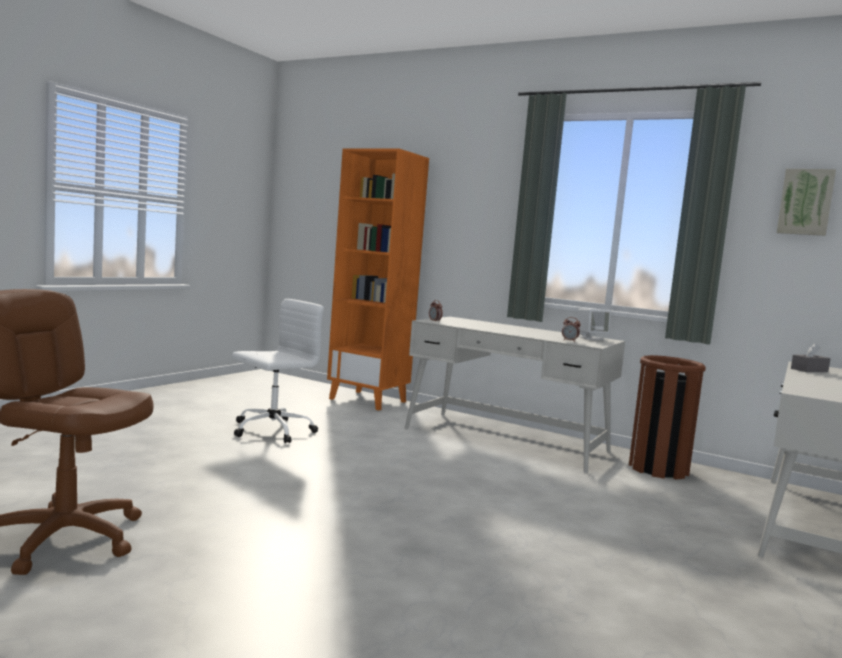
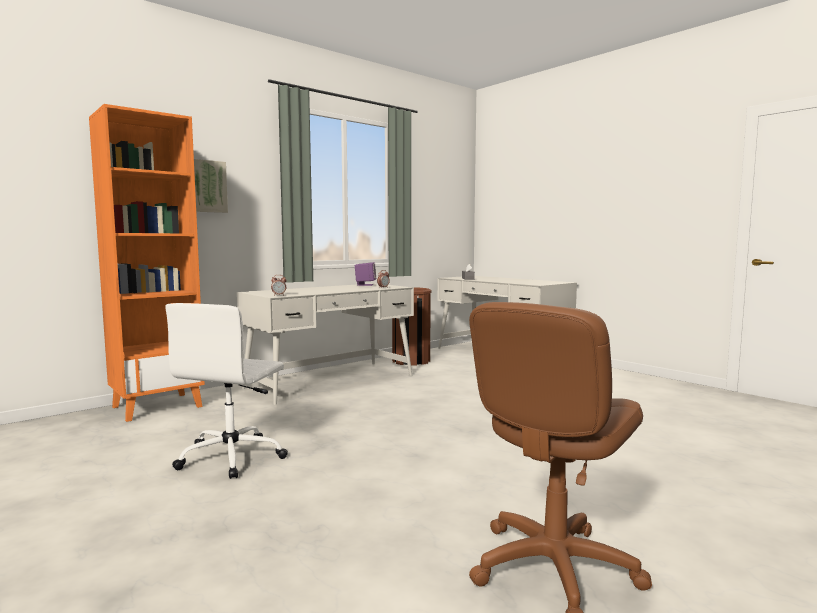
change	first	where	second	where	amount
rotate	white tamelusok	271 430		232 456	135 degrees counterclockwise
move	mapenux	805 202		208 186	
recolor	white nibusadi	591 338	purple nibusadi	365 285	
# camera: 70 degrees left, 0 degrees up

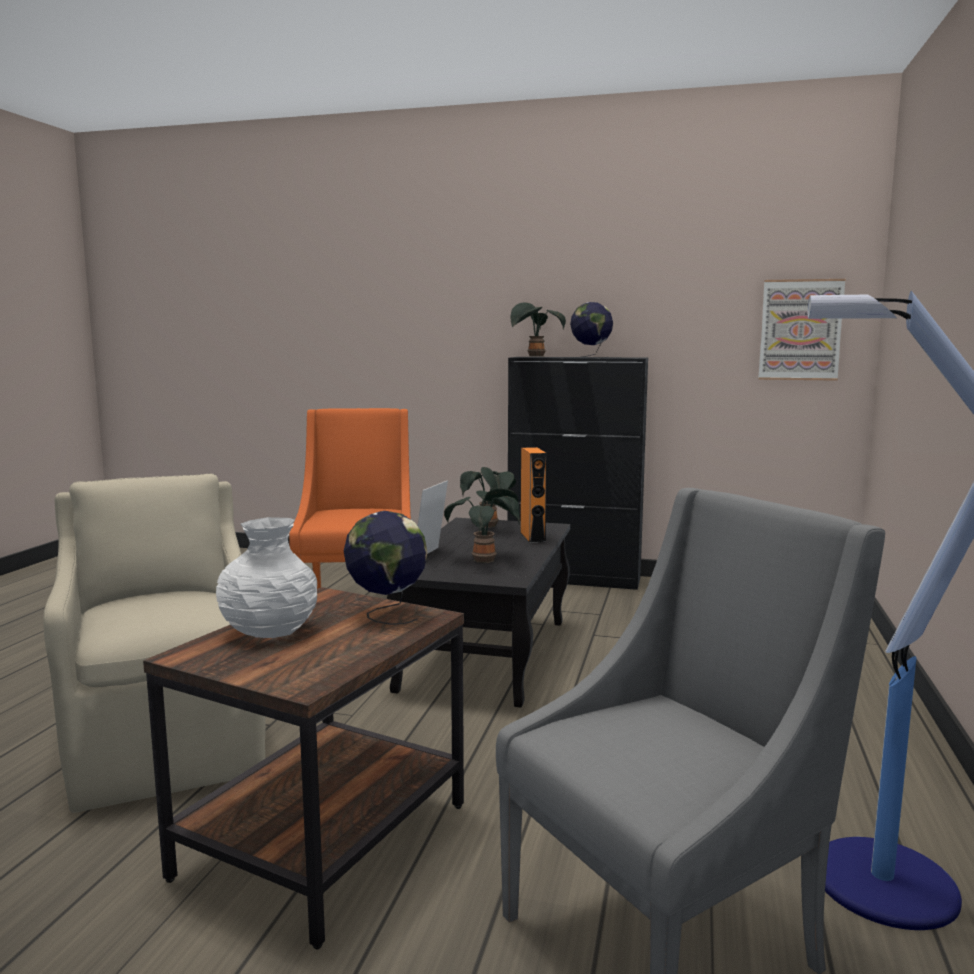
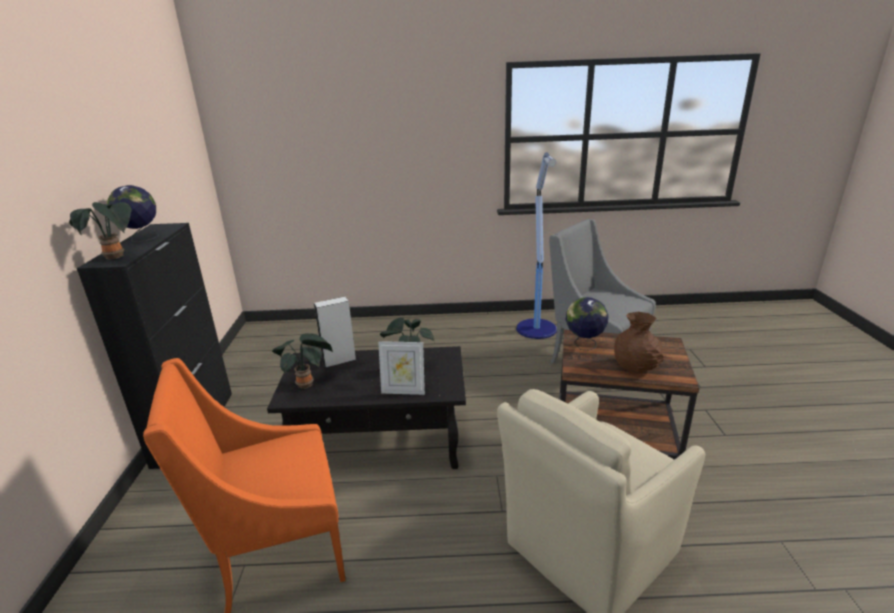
change	first	where	second	where	amount
recolor	orange nibusadi	532 537	grey nibusadi	339 361	
recolor	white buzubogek	268 631	brown buzubogek	635 368	
delete	mapenux	800 330			
# camera: 105 degrees left, 15 degrees up

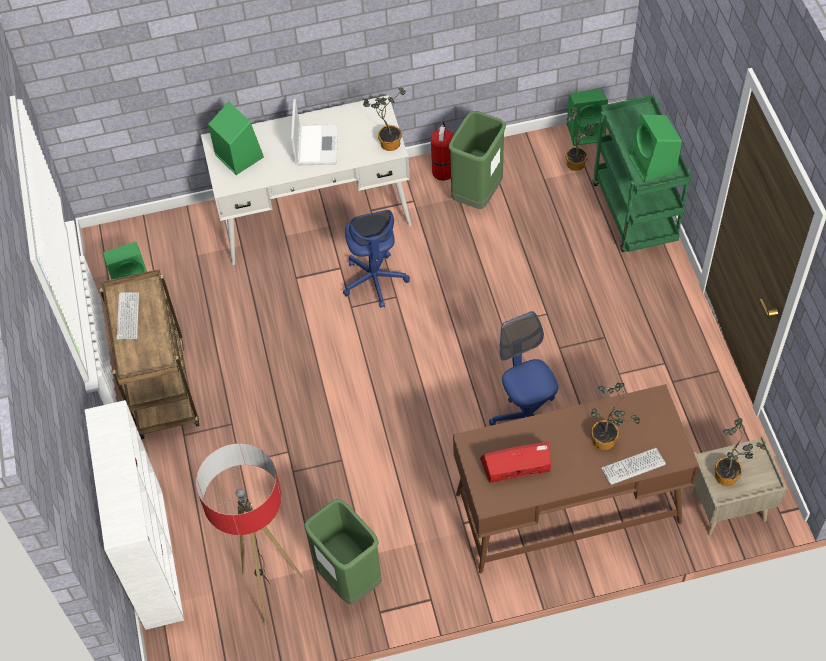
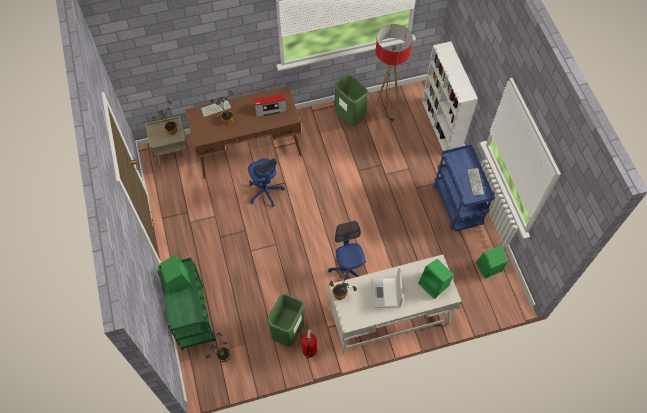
change	first	where	second	where	amount
recolor	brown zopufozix	160 388	blue zopufozix	457 206	
delete	green nibusadi	587 131			
# camera: 175 degrees right, 5 degrees up

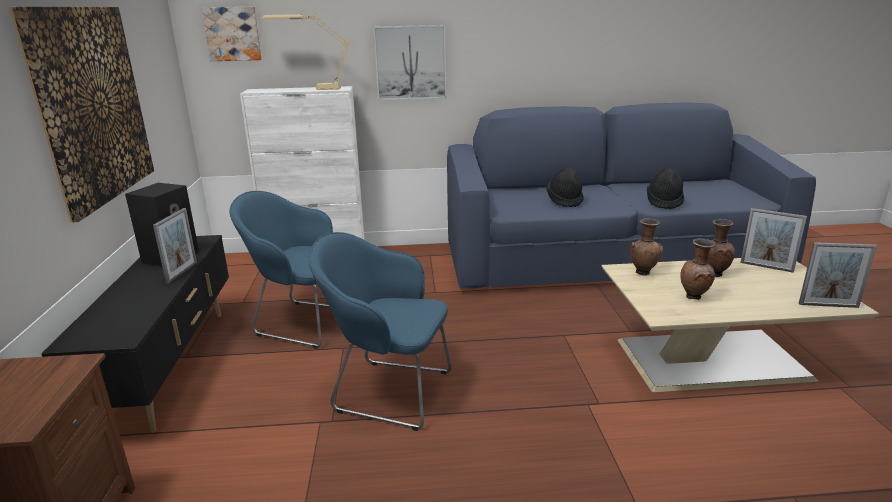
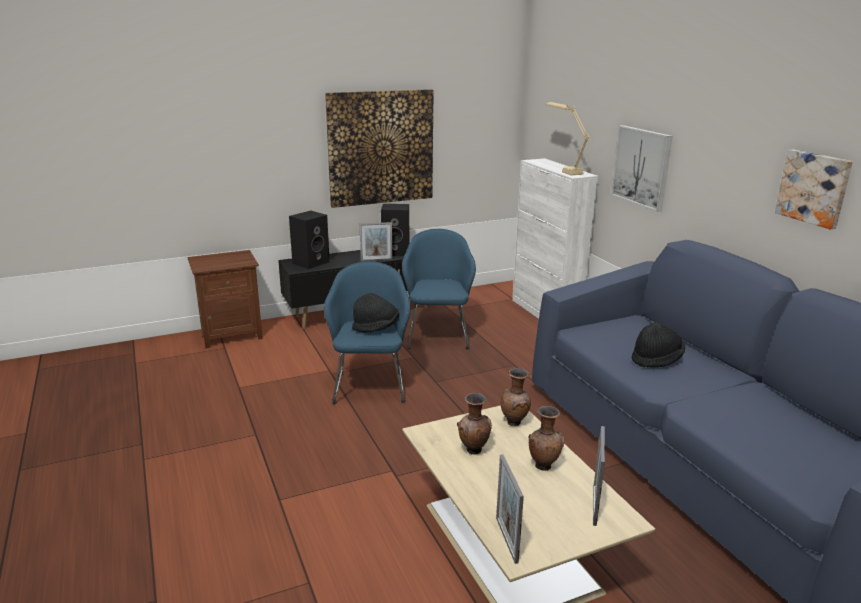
change	first	where	second	where	amount
insert			black nibusadi	311 262	
move	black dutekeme	664 202		376 328	
move	mapenux	233 34		814 188	
# camera: 70 degrees right, 0 degrees up

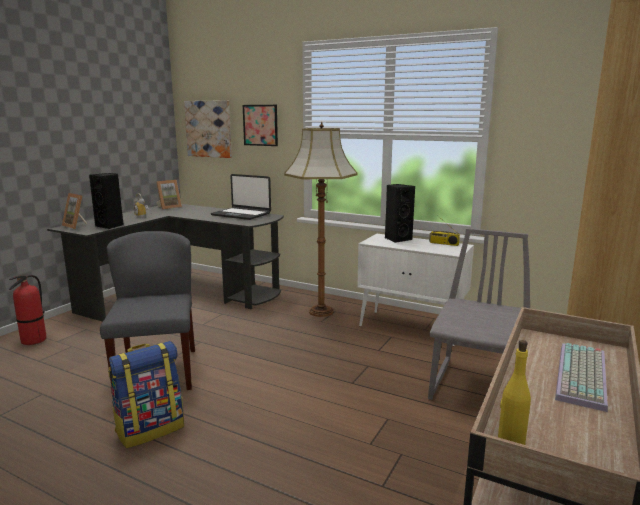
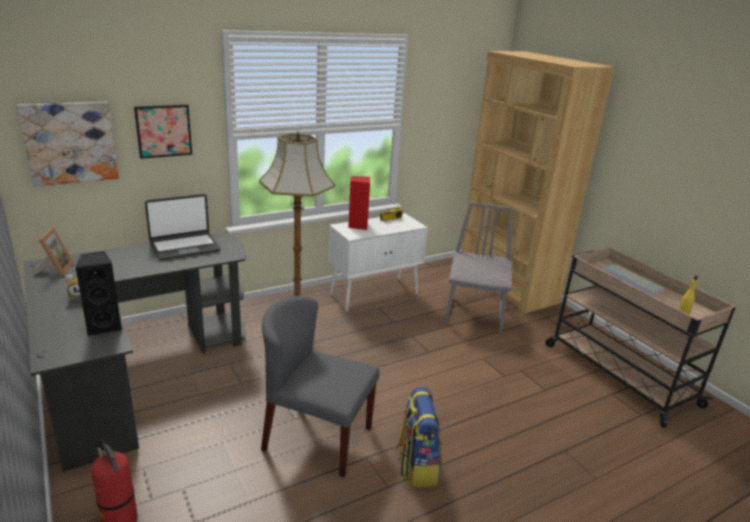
change	first	where	second	where	amount
recolor	black nibusadi	397 239	red nibusadi	358 225	
rotate	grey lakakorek	478 388		475 314	45 degrees clockwise
delete	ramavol	77 226			
# camera: 60 degrees left, 10 degrees up

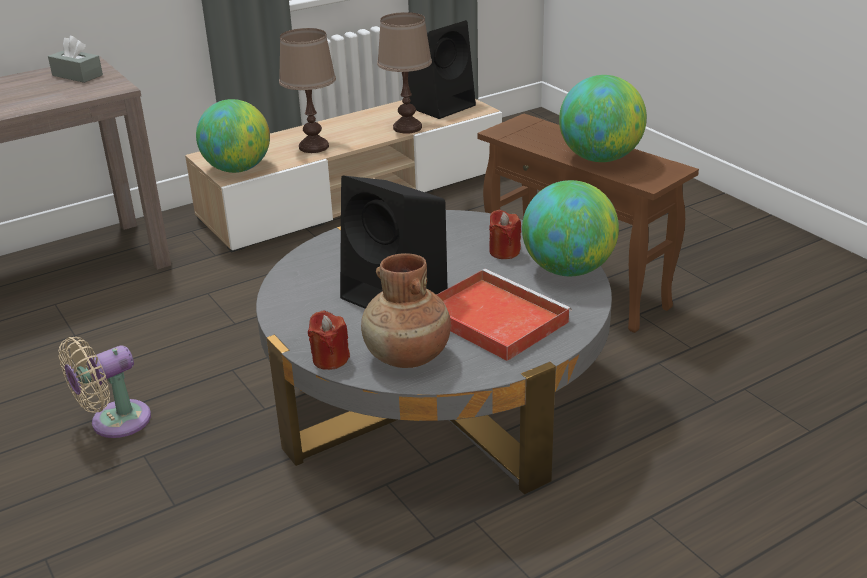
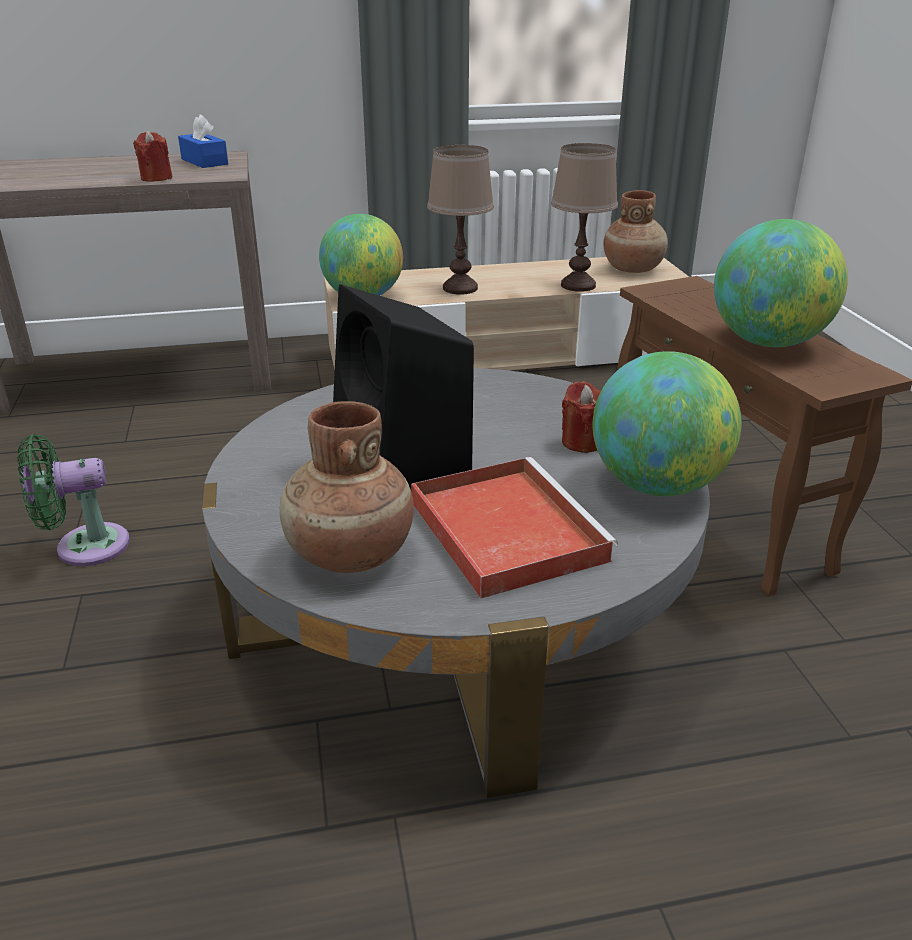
change	first	where	second	where	amount
recolor	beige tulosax	115 422	green tulosax	85 547	
move	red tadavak	330 359		156 178	
recolor	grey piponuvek	77 75	blue piponuvek	204 161	
replace	black nibusadi	441 105	brown buzubogek	632 269	
# camera: 20 degrees right, 0 degrees up

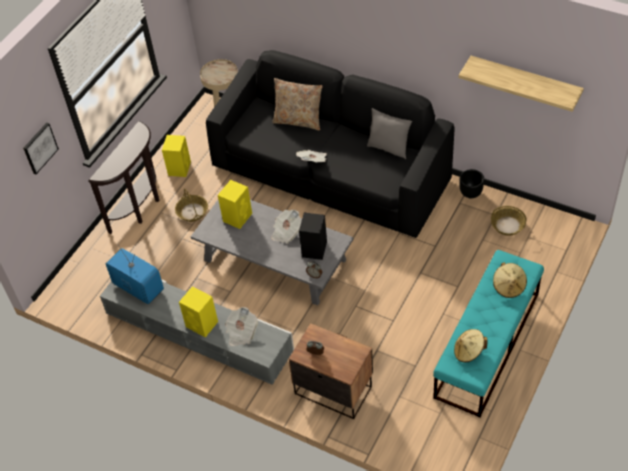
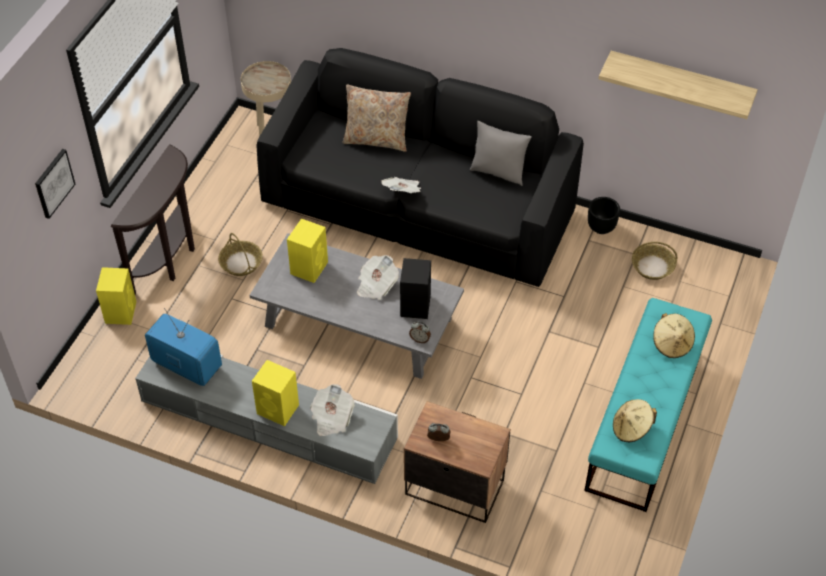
change	first	where	second	where	amount
move	yellow nibusadi	179 168		121 311	
# camera: 10 degrees left, 0 degrees up

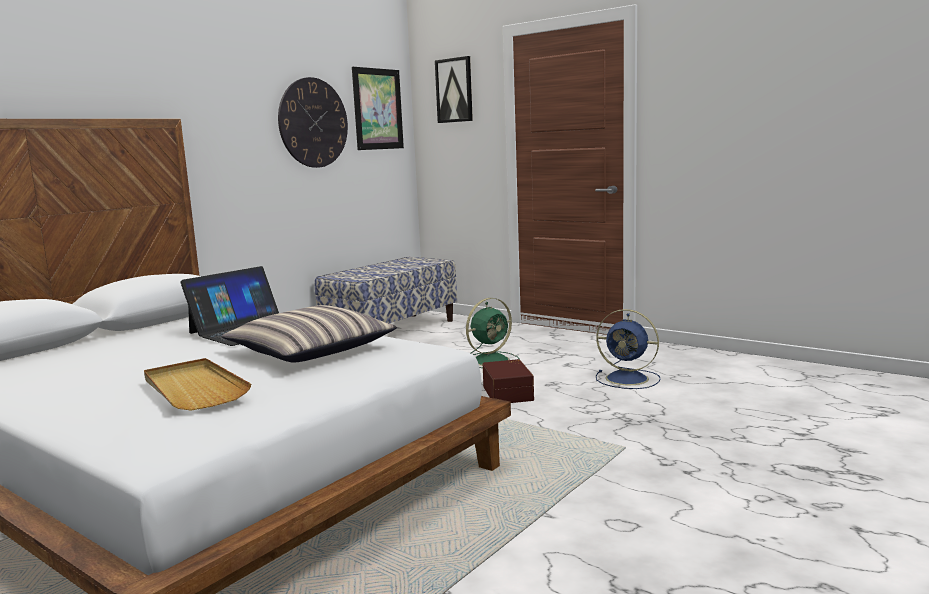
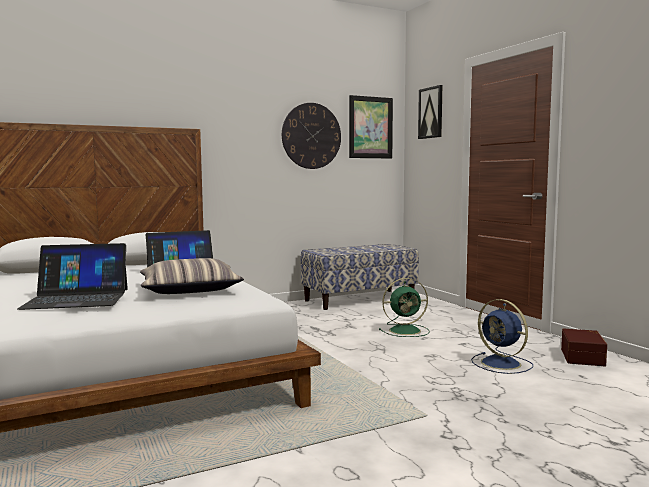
change	first	where	second	where	amount
replace	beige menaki	193 388	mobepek	77 298	
move	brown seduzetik	509 393		584 357	
# camera: 25 degrees right, 5 degrees down

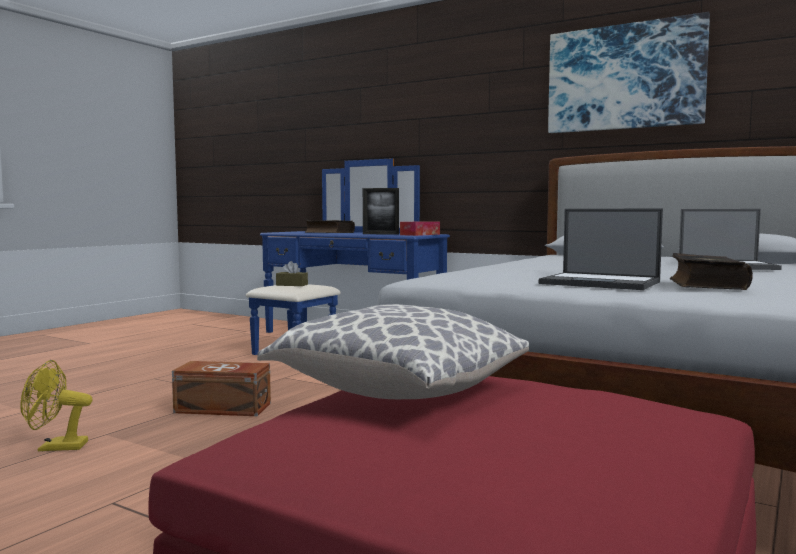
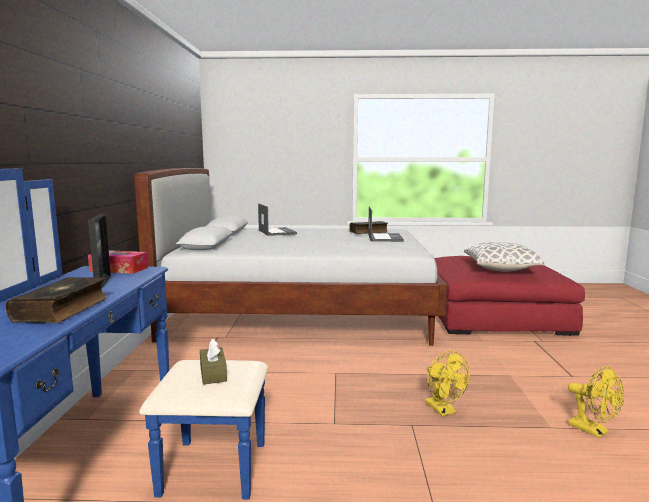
change	first	where	second	where	amount
replace	brown seduzetik	223 408	yellow tulosax	443 410	
delete	mapenux	624 77			
# camera: 120 degrees left, 5 degrees up

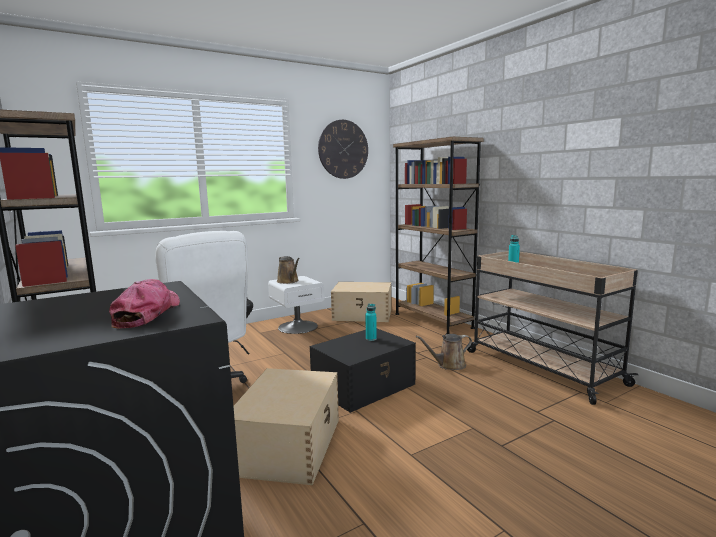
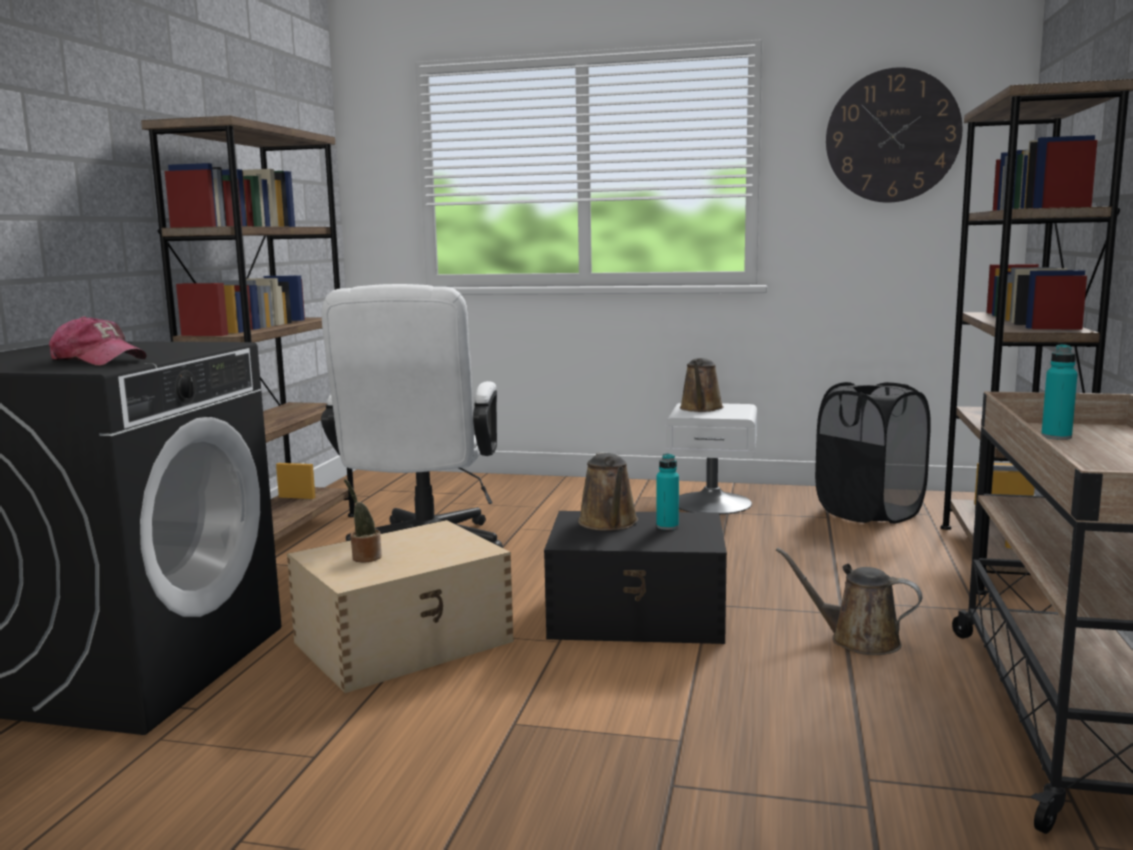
change	first	where	second	where	amount
rotate	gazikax	147 313		98 360	75 degrees clockwise
insert			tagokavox	365 557	
insert			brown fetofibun	609 523	
replace	beige seduzetik	363 315	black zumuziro	869 512	
# camera: 45 degrees right, 0 degrees up

